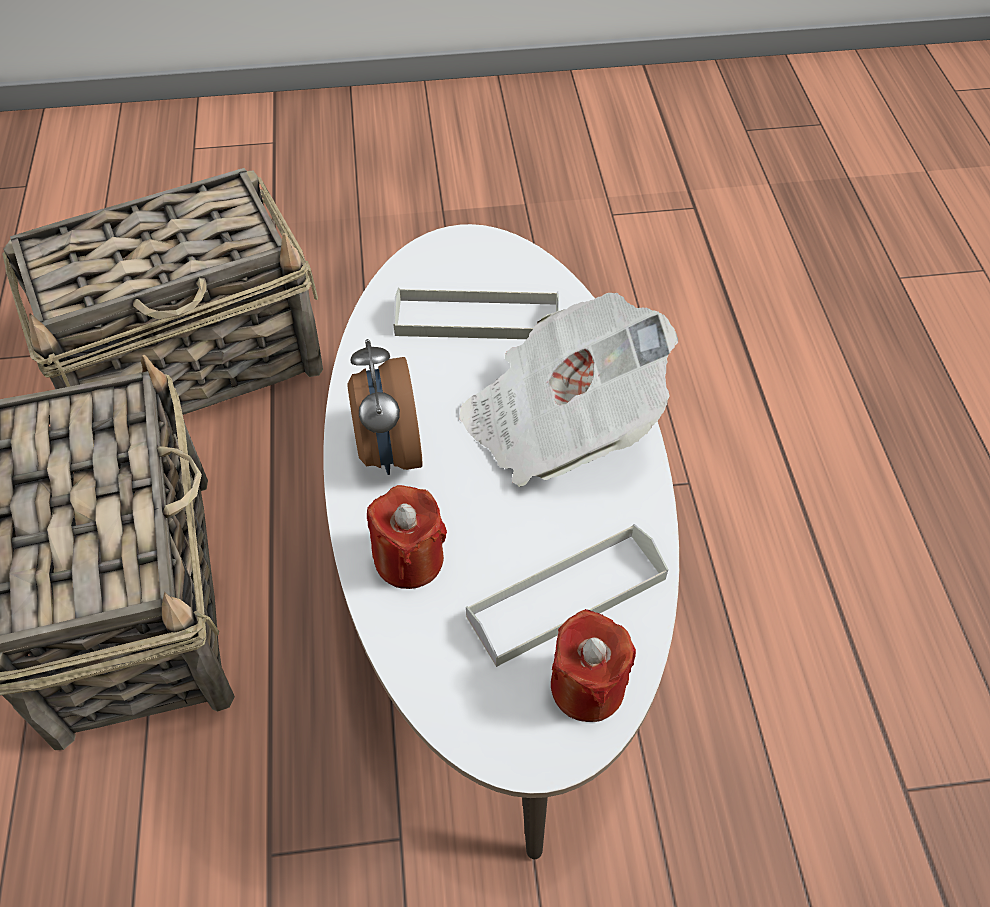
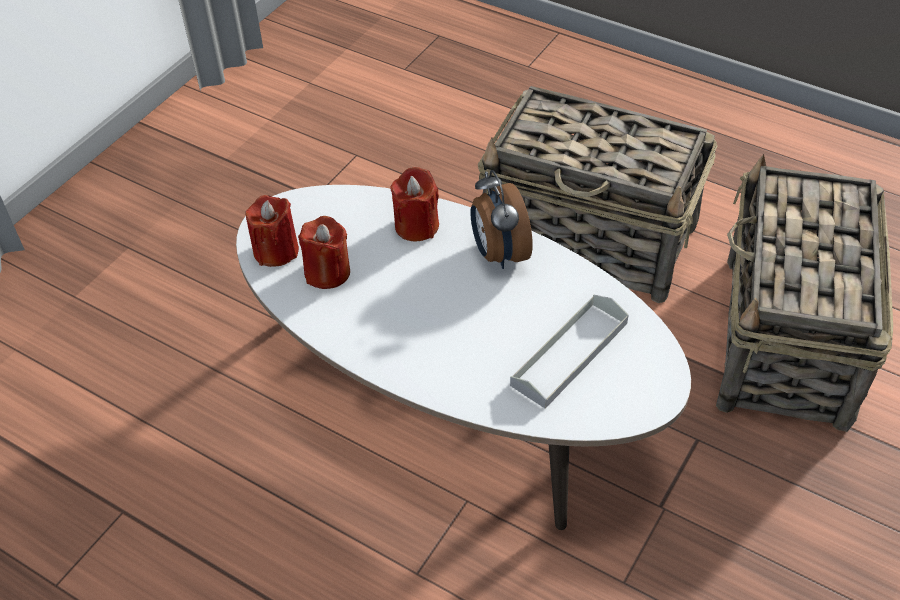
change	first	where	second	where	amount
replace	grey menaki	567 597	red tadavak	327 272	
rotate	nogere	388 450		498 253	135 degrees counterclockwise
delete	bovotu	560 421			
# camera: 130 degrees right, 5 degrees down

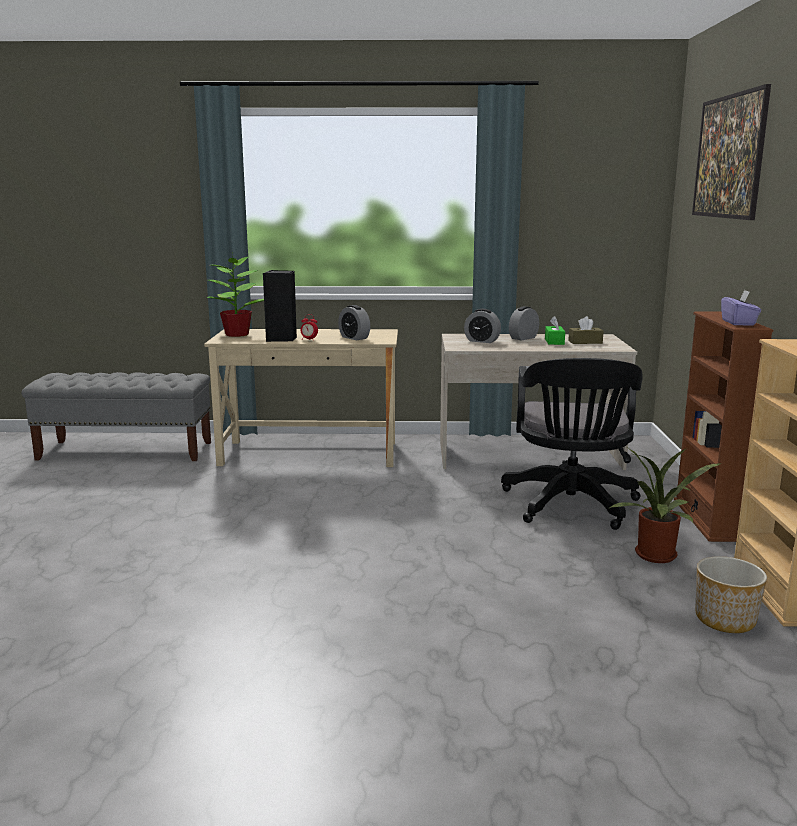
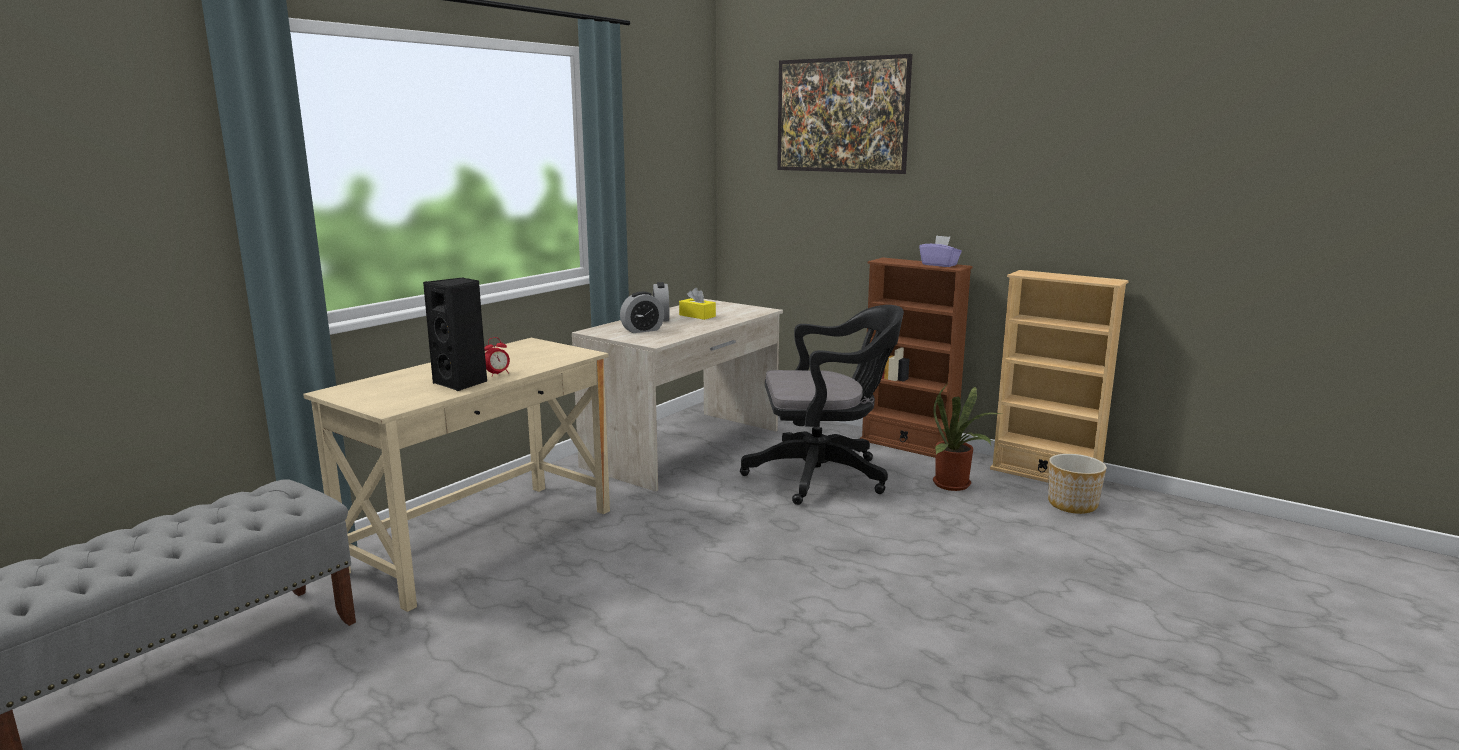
change	first	where	second	where	amount
recolor	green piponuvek	554 341	yellow piponuvek	697 316	
rotate	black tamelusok	570 506		824 476	45 degrees counterclockwise
delete	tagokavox	237 334			
delete	nogere	354 338			
delete	brown piponuvek	585 342			
# camera: 55 degrees left, 0 degrees up

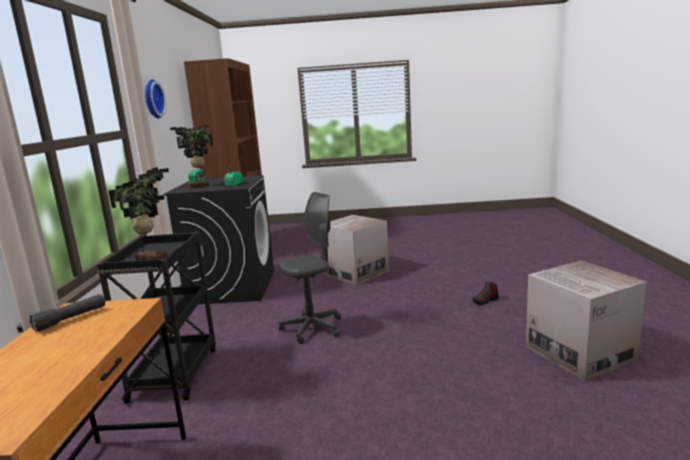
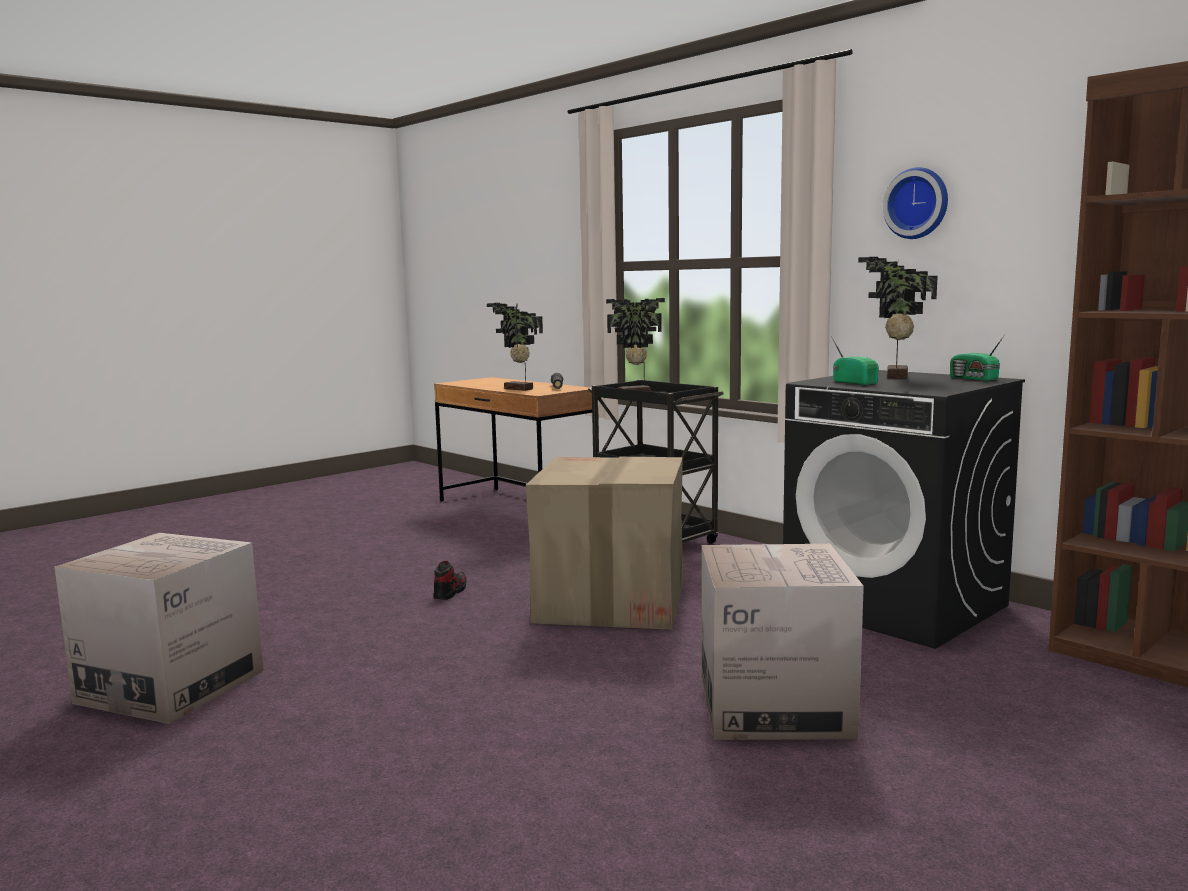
change	first	where	second	where	amount
move	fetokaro	485 300		450 592	
insert			tagokavox	518 389	
replace	grey tamelusok	312 328	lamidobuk	610 602	
# camera: 135 degrees right, 5 degrees down

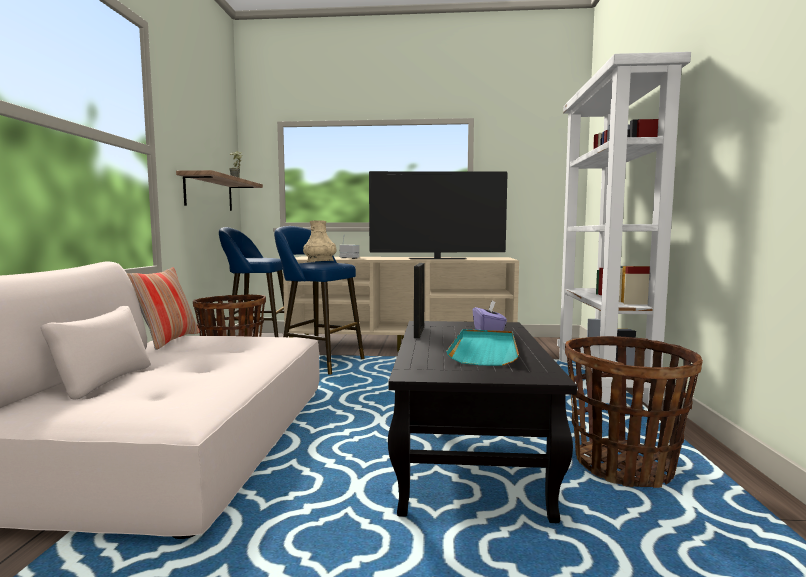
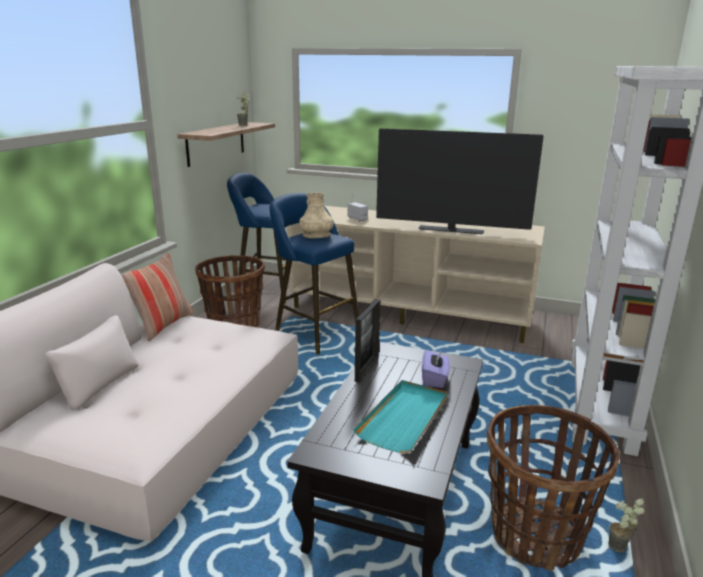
change	first	where	second	where	amount
insert			tagokavox	619 551	
# camera: 15 degrees right, 15 degrees up

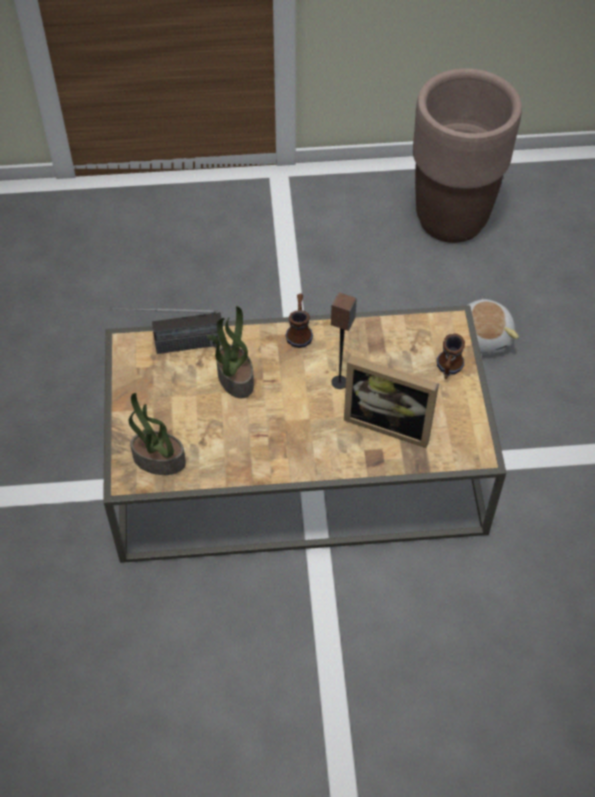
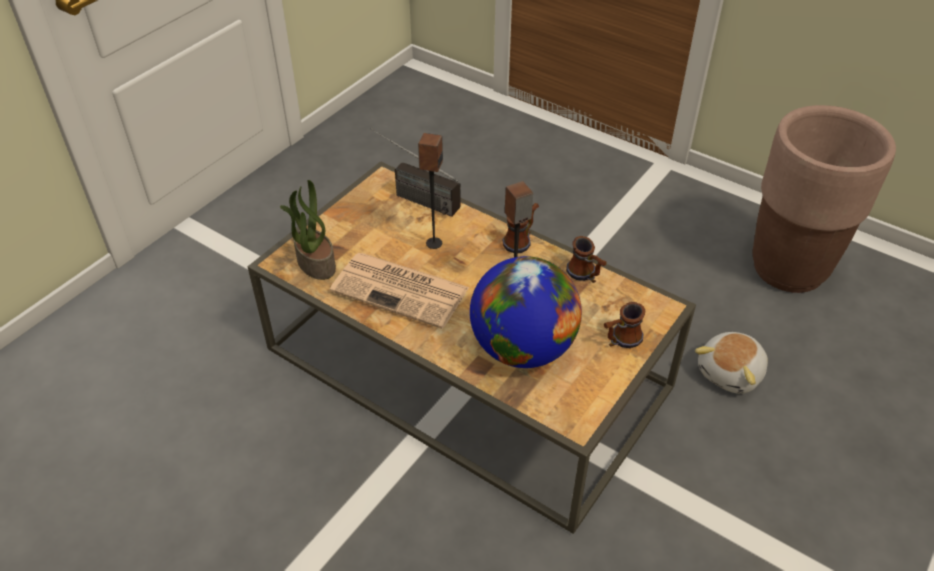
change	first	where	second	where	amount
insert			bovotu	402 290	
replace	tagokavox	234 378	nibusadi	433 243	
replace	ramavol	389 422	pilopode	523 348	
insert			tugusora	585 275	
# camera: 40 degrees right, 10 degrees down

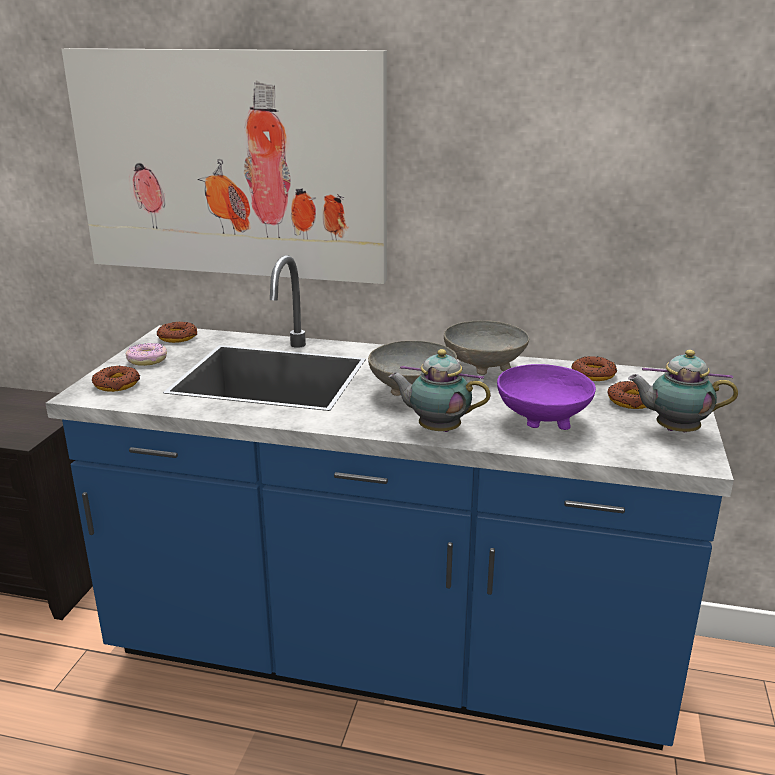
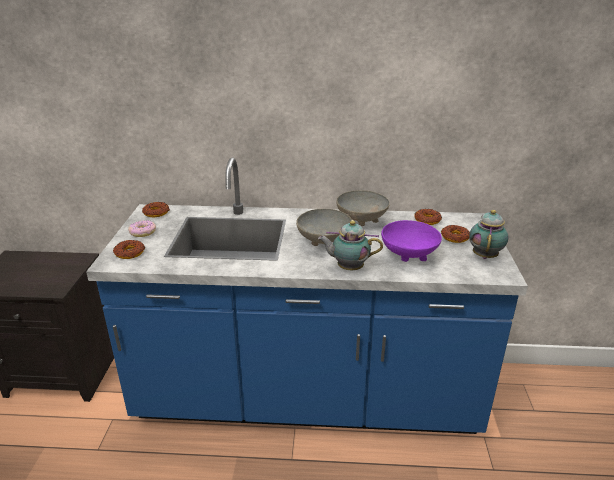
change	first	where	second	where	amount
rotate	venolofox	673 430		485 255	105 degrees clockwise
delete	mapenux	230 165			
# camera: 10 degrees left, 5 degrees up

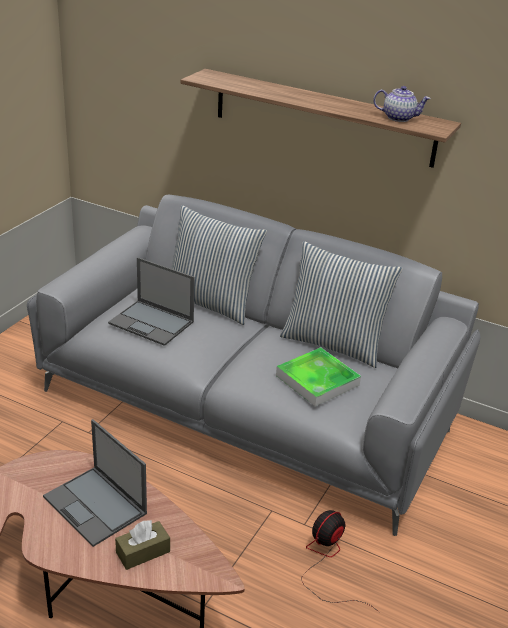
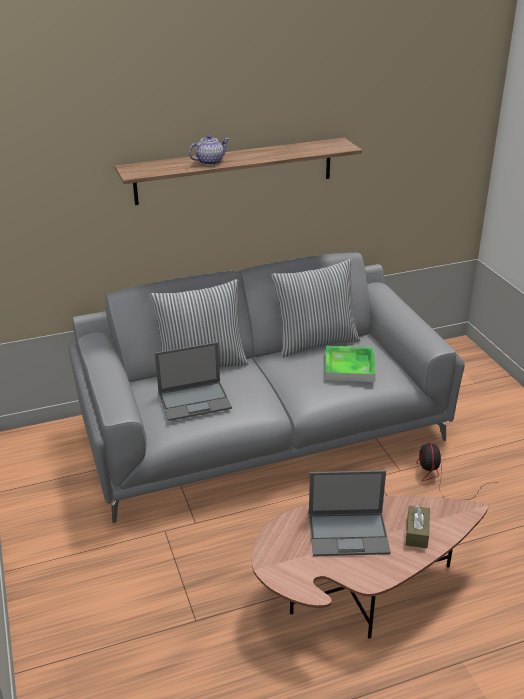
change	first	where	second	where	amount
move	venolofox	399 118		210 162	
# camera: 45 degrees left, 0 degrees up

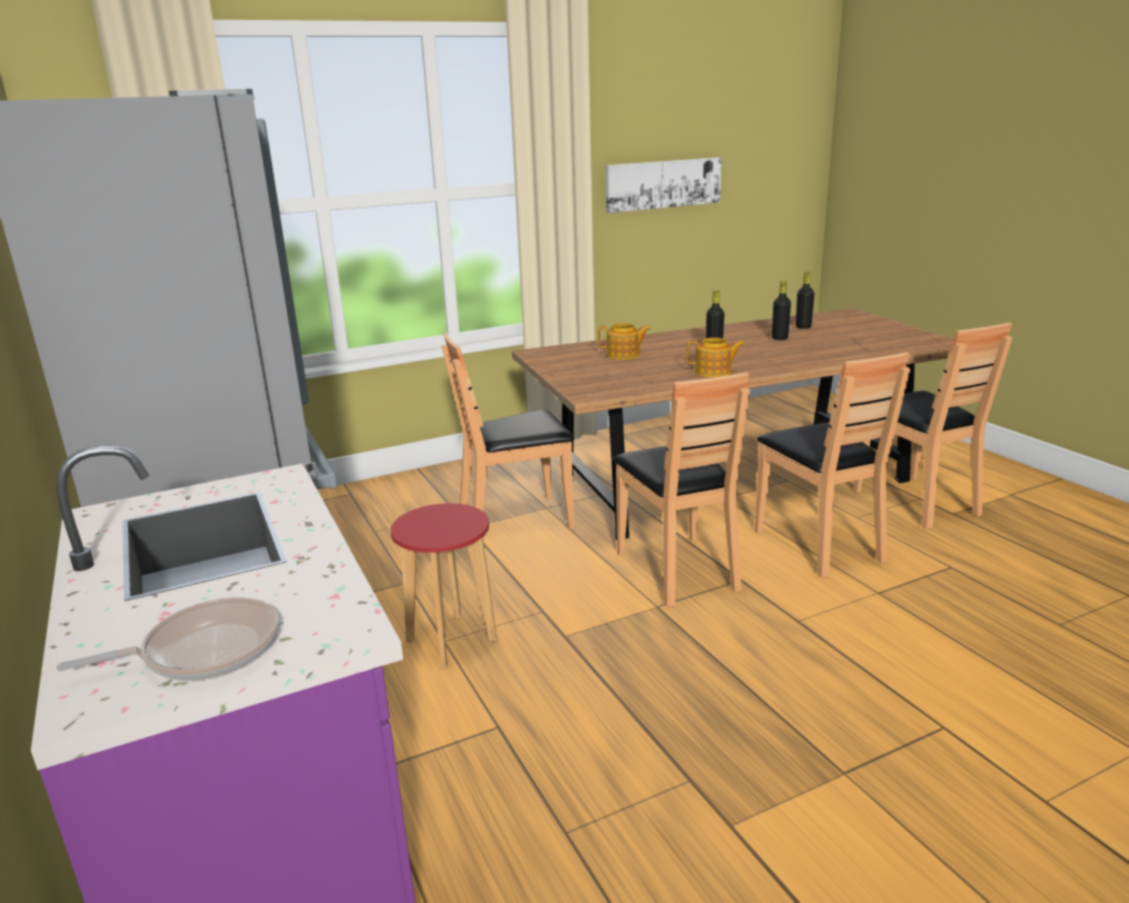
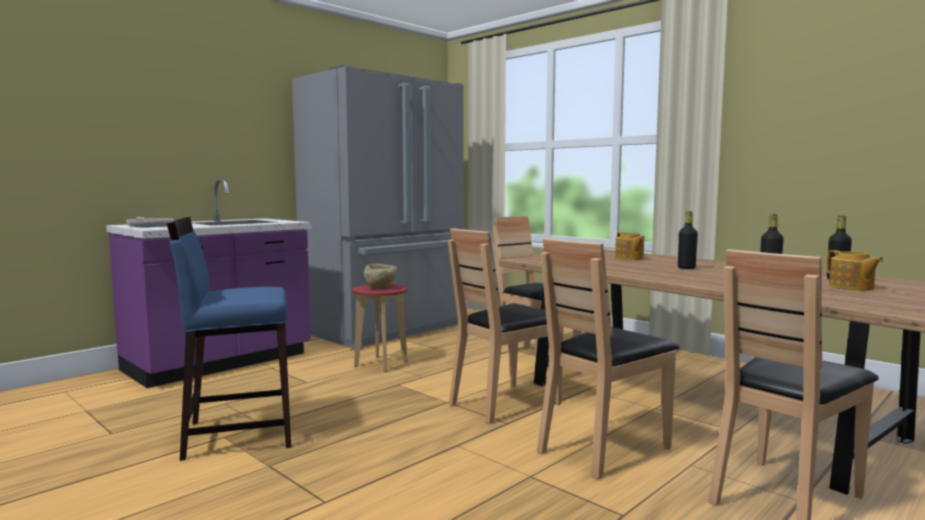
change	first	where	second	where	amount
insert			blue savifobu	238 434	
insert			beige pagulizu	381 288	
move	venolofox	714 372		851 287	
delete	mapenux	663 184			
# camera: 70 degrees right, 15 degrees down

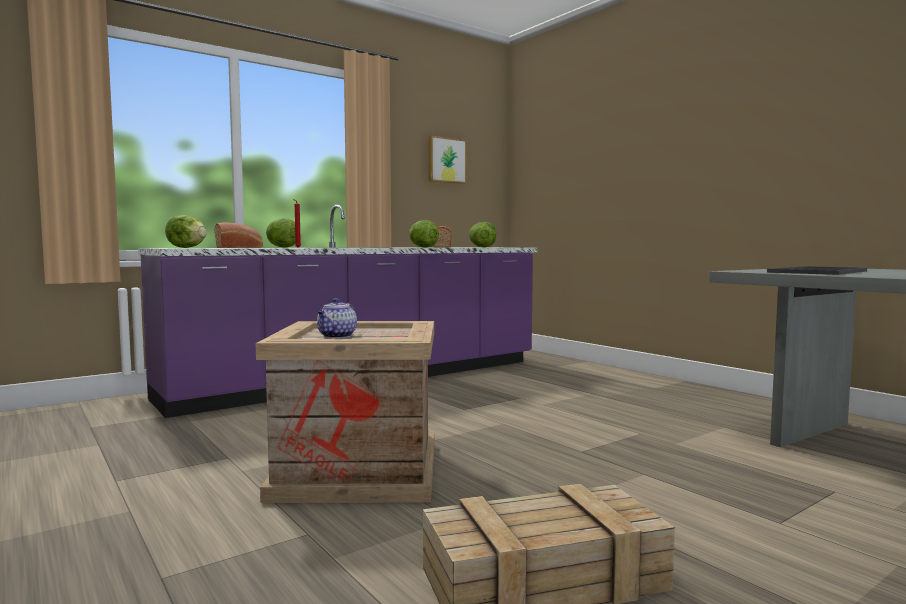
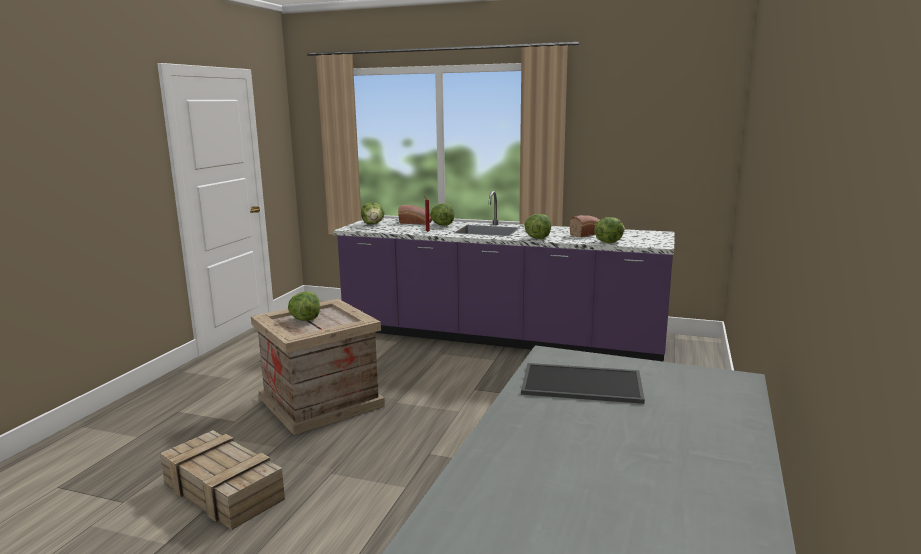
change	first	where	second	where	amount
replace	venolofox	337 336	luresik	305 319	
delete	mapenux	446 160			
# camera: 55 degrees right, 10 degrees up

